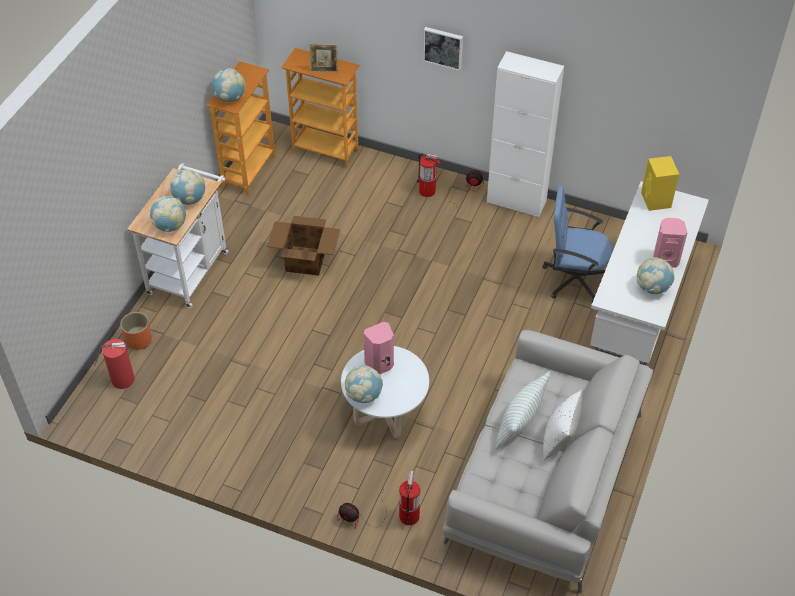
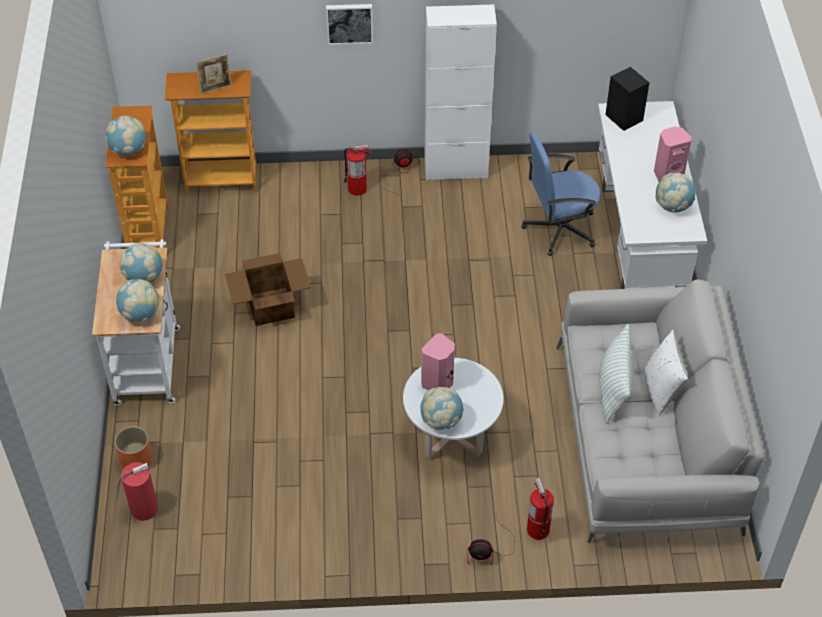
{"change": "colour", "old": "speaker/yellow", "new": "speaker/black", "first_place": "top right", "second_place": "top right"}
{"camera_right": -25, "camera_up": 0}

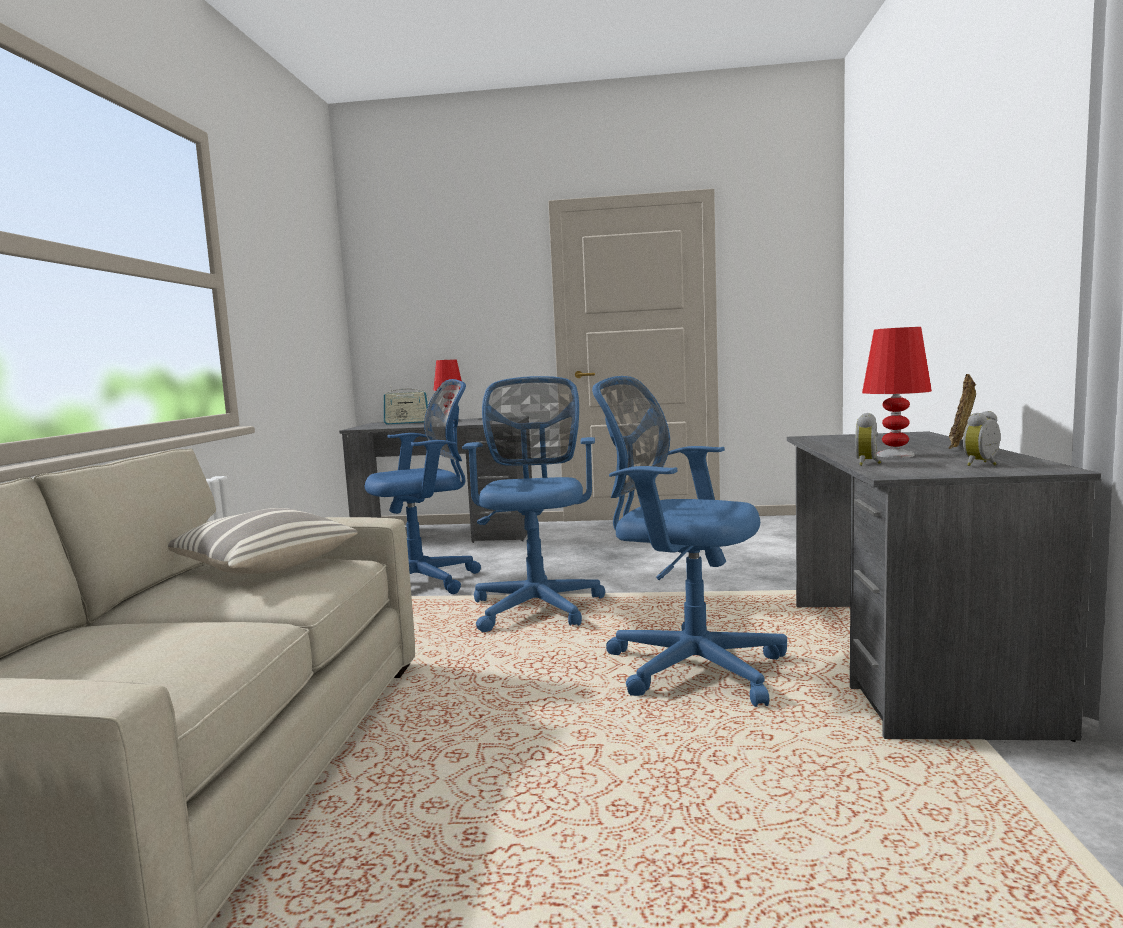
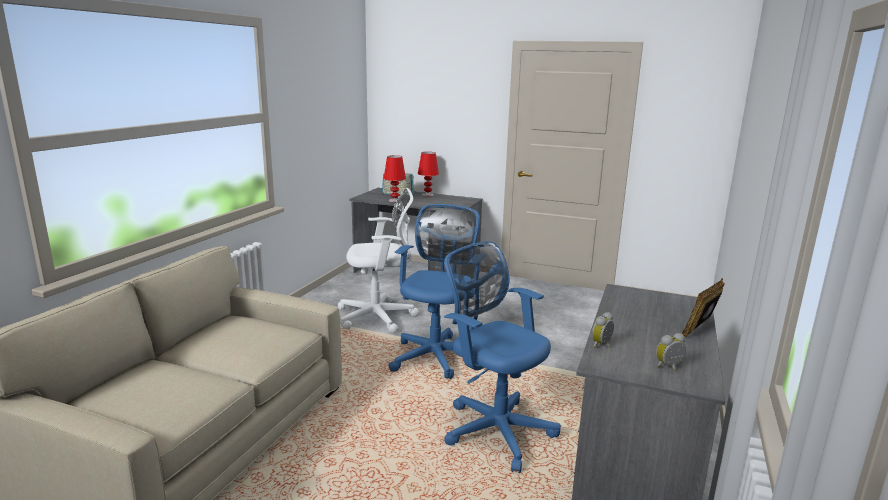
{"change": "relocated", "old": "table lamp/red (no. 2 from left in the first image)", "new": "table lamp/red (no. 1 from left)", "first_place": "middle right", "second_place": "centre"}
{"change": "colour", "old": "office chair/blue (no. 1 from left)", "new": "office chair/white", "first_place": "centre", "second_place": "centre"}
{"change": "missing", "old": "pillow", "first_place": "middle left"}
{"camera_right": 15, "camera_up": 10}

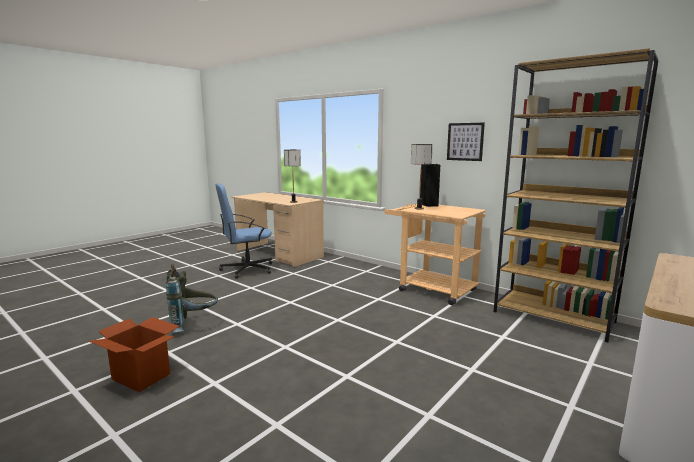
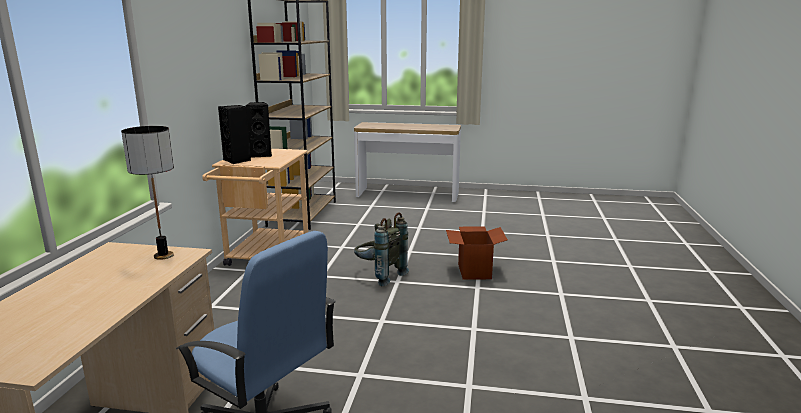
{"change": "missing", "old": "picture", "first_place": "top right"}
{"change": "missing", "old": "table lamp (no. 2 from left)", "first_place": "centre"}
{"change": "relocated", "old": "backpack/grey", "first_place": "middle left", "second_place": "centre"}
{"change": "relocated", "old": "cardboard box", "first_place": "bottom left", "second_place": "centre"}
{"change": "appeared", "new": "speaker/black (no. 2 from left)", "second_place": "top left"}
{"camera_right": -120, "camera_up": 5}

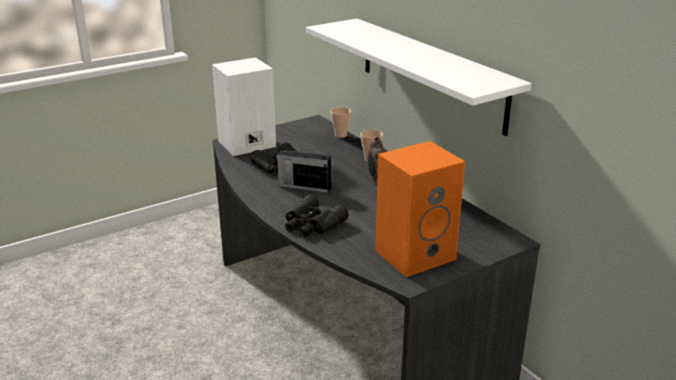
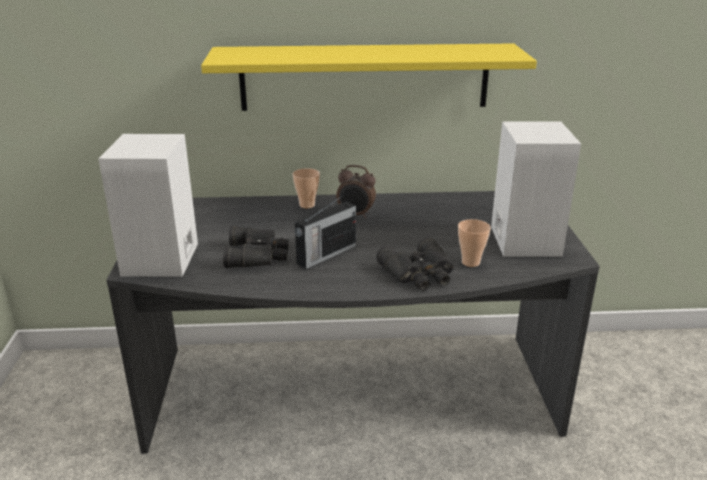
{"change": "colour", "old": "shelf/white", "new": "shelf/yellow", "first_place": "top centre", "second_place": "top centre"}
{"change": "relocated", "old": "cup (no. 1 from left in the first image)", "new": "cup (no. 2 from left)", "first_place": "top centre", "second_place": "middle right"}
{"change": "colour", "old": "speaker/orange", "new": "speaker/white (no. 2 from left)", "first_place": "centre", "second_place": "middle right"}
{"camera_right": -60, "camera_up": 0}

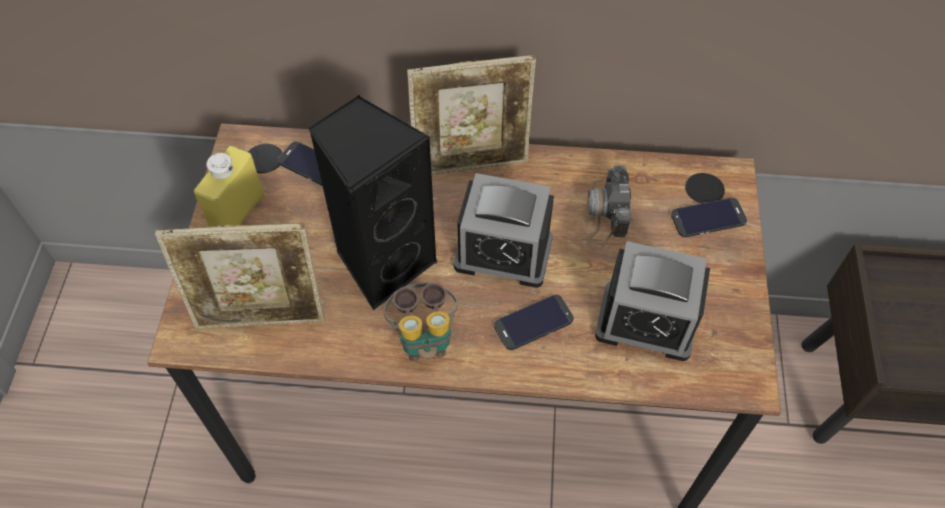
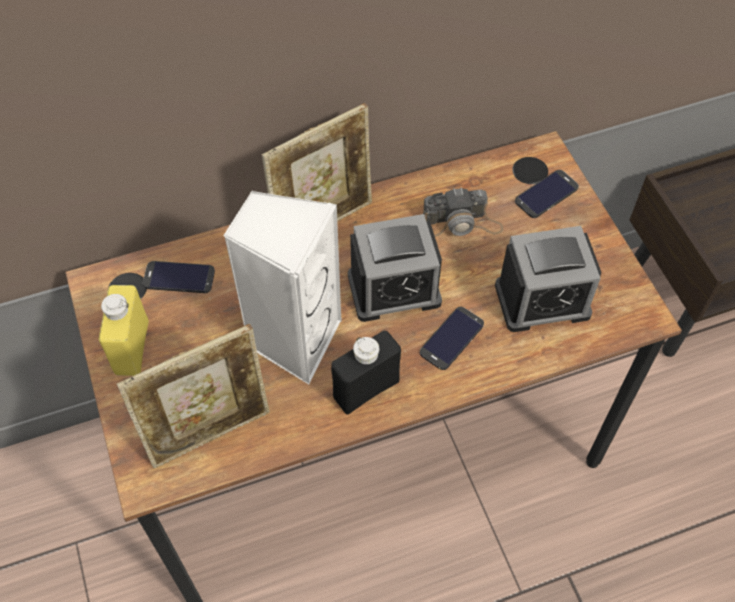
{"change": "colour", "old": "speaker/black", "new": "speaker/white", "first_place": "centre", "second_place": "centre"}
{"change": "spun", "old": "photo camera", "first_place": "centre", "second_place": "centre", "degrees": -75}
{"change": "exchanged", "old": "binoculars", "new": "bottle/black", "first_place": "centre", "second_place": "centre"}
{"camera_right": -25, "camera_up": 0}

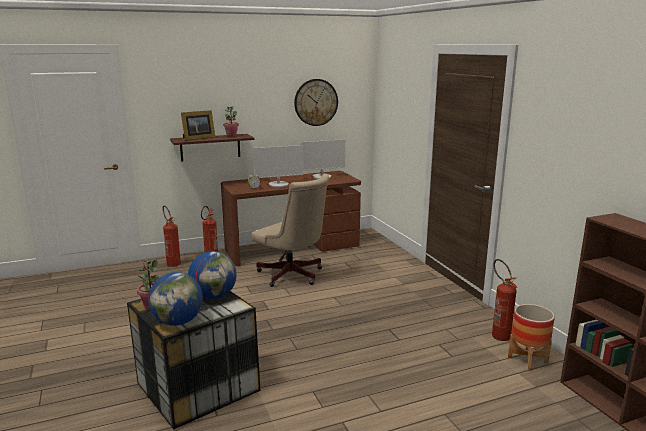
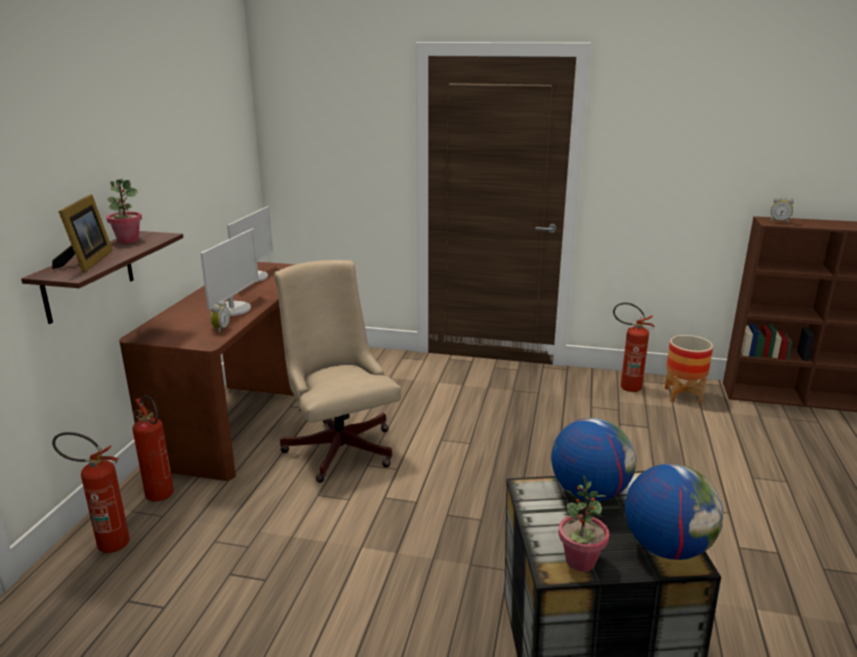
{"change": "missing", "old": "wall clock", "first_place": "top centre"}
{"change": "spun", "old": "office chair/beige", "first_place": "centre", "second_place": "centre", "degrees": -105}
{"change": "appeared", "new": "alarm clock (no. 2 from left)", "second_place": "top right"}
{"camera_right": -55, "camera_up": 5}

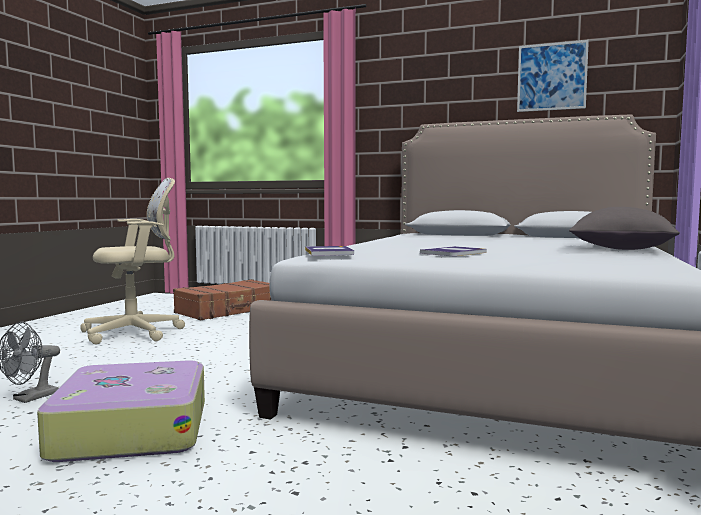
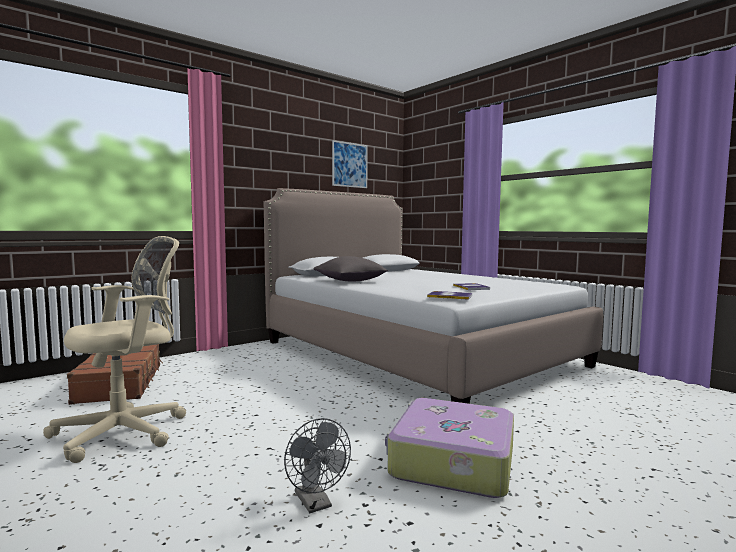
{"change": "spun", "old": "office chair/beige", "first_place": "middle left", "second_place": "middle left", "degrees": 45}
{"change": "relocated", "old": "pillow/grey", "first_place": "middle right", "second_place": "centre"}
{"camera_right": -60, "camera_up": 0}

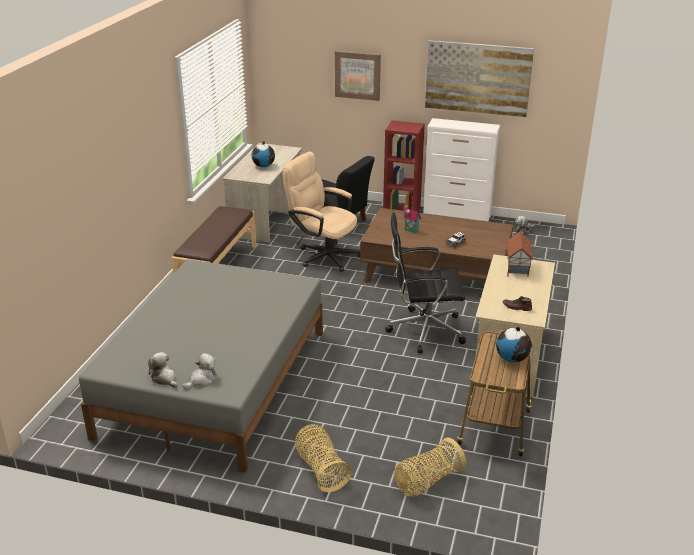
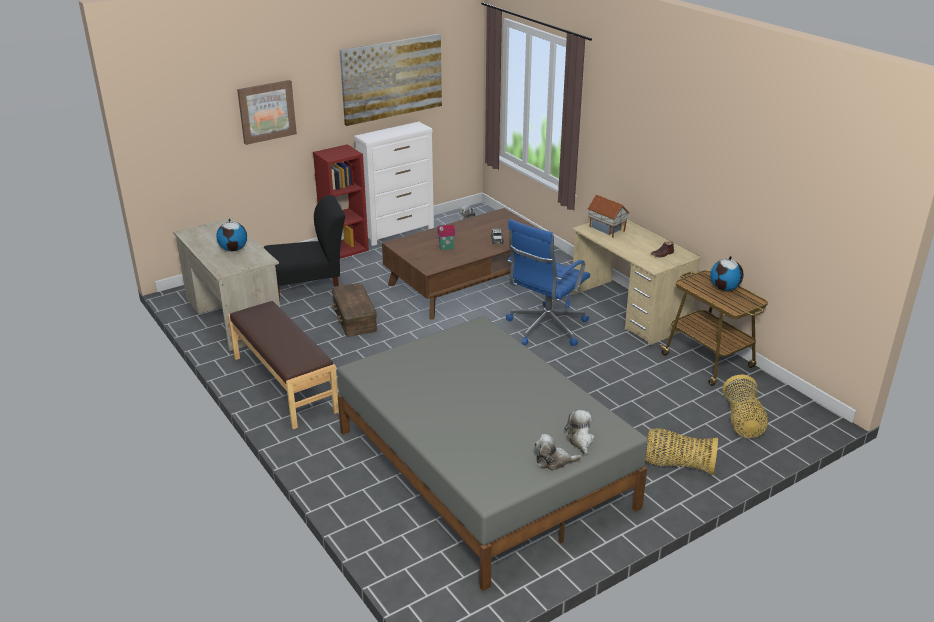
{"change": "exchanged", "old": "office chair/beige", "new": "storage box/brown", "first_place": "centre", "second_place": "centre"}
{"change": "colour", "old": "office chair/black", "new": "office chair/blue", "first_place": "centre", "second_place": "centre"}
{"camera_right": -50, "camera_up": 0}

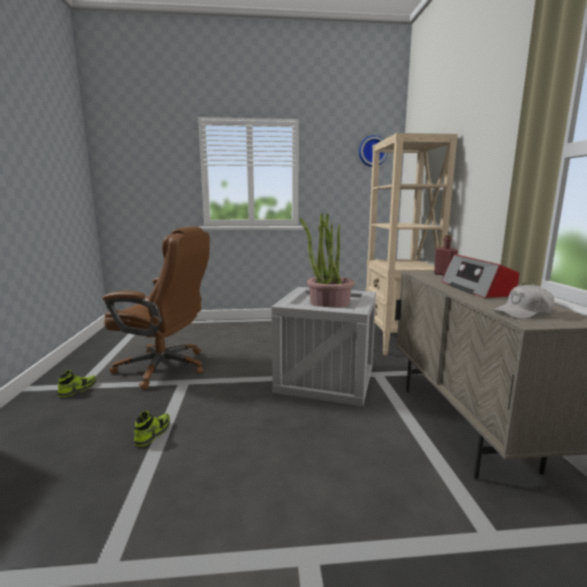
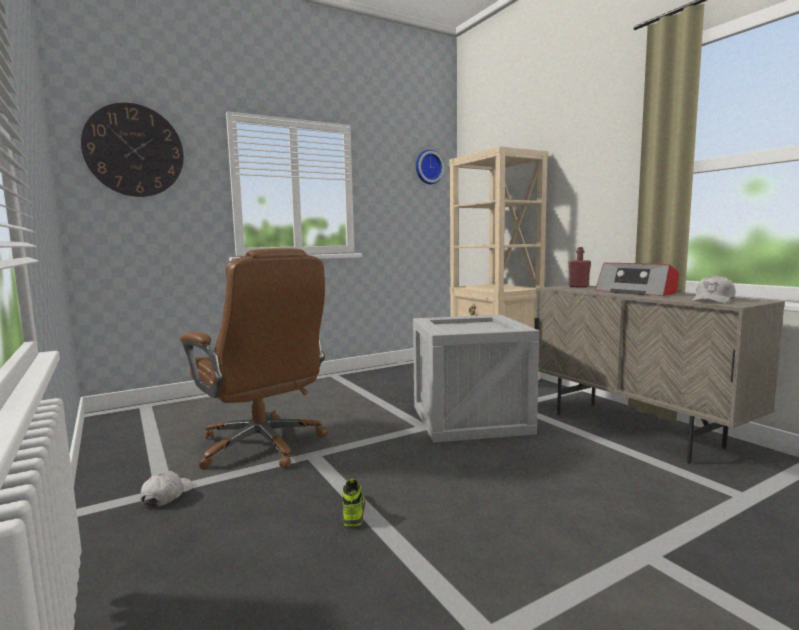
{"change": "missing", "old": "potted plant", "first_place": "centre"}
{"change": "spun", "old": "office chair/brown", "first_place": "middle left", "second_place": "middle left", "degrees": 60}
{"change": "exchanged", "old": "shoe (no. 1 from left)", "new": "cap/white (no. 1 from left)", "first_place": "middle left", "second_place": "bottom left"}
{"change": "appeared", "new": "wall clock (no. 1 from left)", "second_place": "top left"}
{"camera_right": -25, "camera_up": -5}

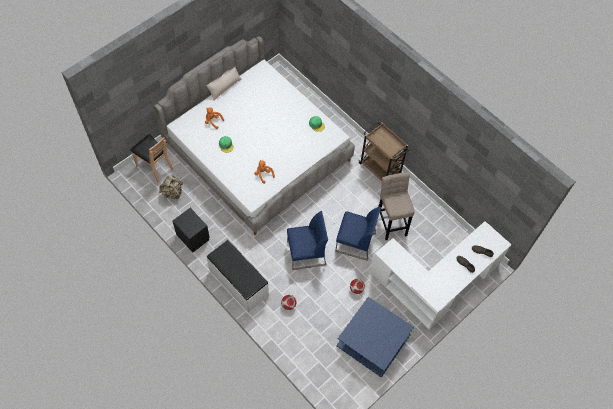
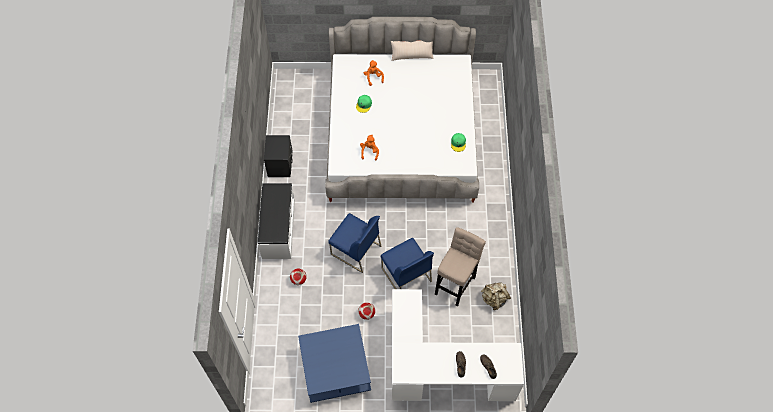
{"change": "missing", "old": "cart/brown", "first_place": "centre"}
{"change": "missing", "old": "chair/brown", "first_place": "middle left"}
{"change": "relocated", "old": "backpack/beige", "first_place": "middle left", "second_place": "bottom centre"}
{"camera_right": 45, "camera_up": 0}

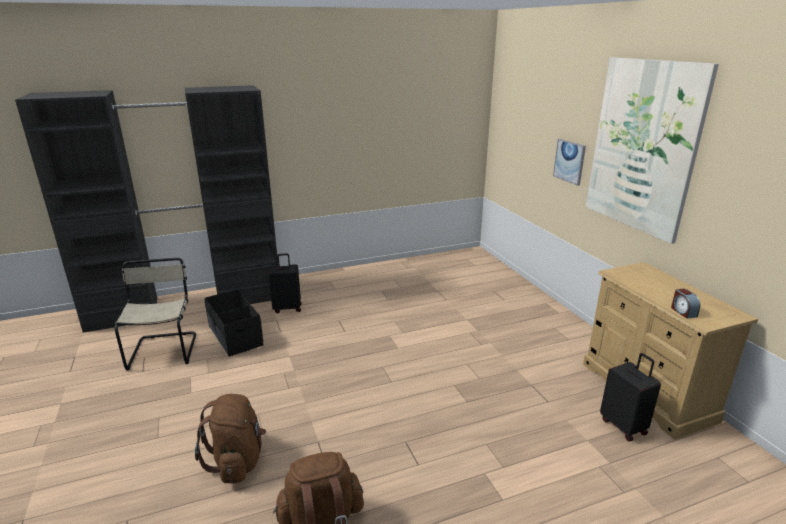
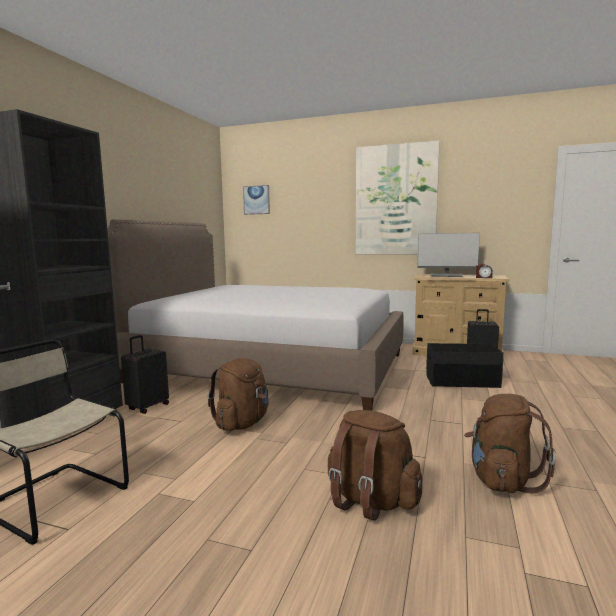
{"change": "relocated", "old": "picture (no. 1 from left)", "first_place": "top right", "second_place": "top centre"}
{"change": "relocated", "old": "storage box/black", "first_place": "middle left", "second_place": "middle right"}
{"change": "appeared", "new": "bed", "second_place": "centre"}
{"change": "appeared", "new": "monitor", "second_place": "middle right"}
{"change": "appeared", "new": "backpack/brown (no. 1 from left)", "second_place": "centre"}
{"camera_right": -50, "camera_up": -15}

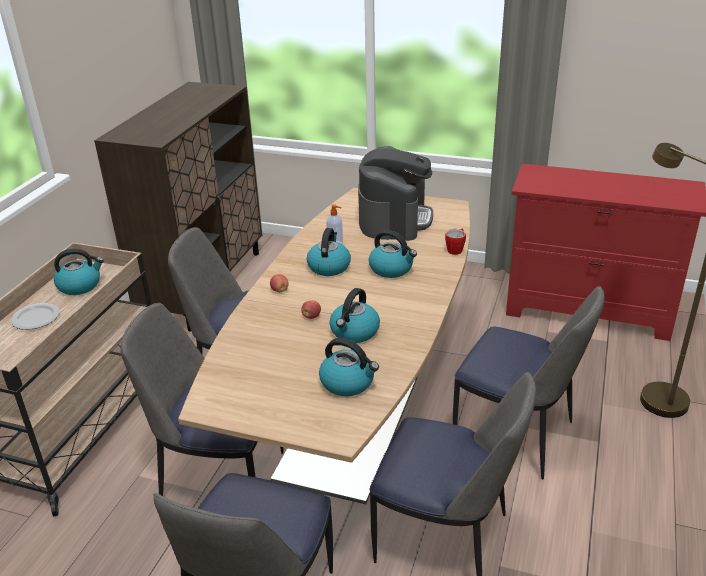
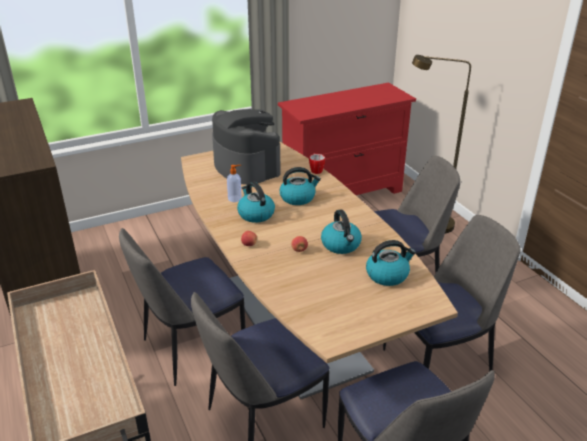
{"change": "missing", "old": "kettle (no. 1 from left)", "first_place": "middle left"}
{"change": "missing", "old": "plate", "first_place": "middle left"}
{"camera_right": -45, "camera_up": 0}

